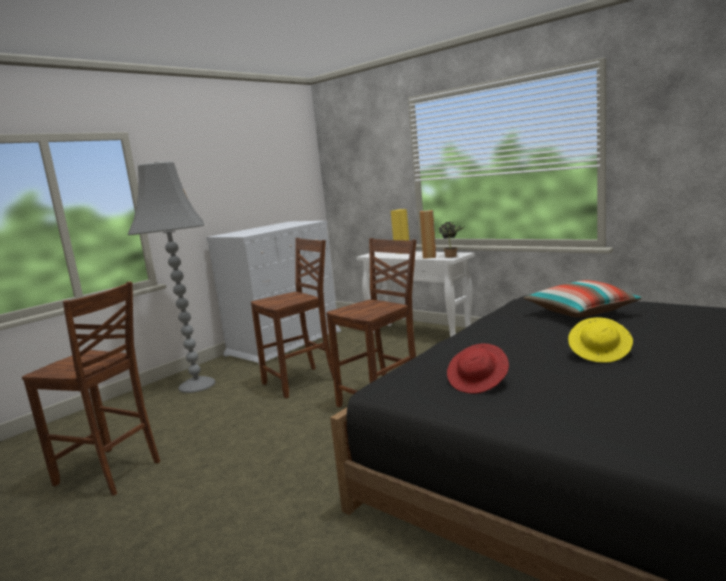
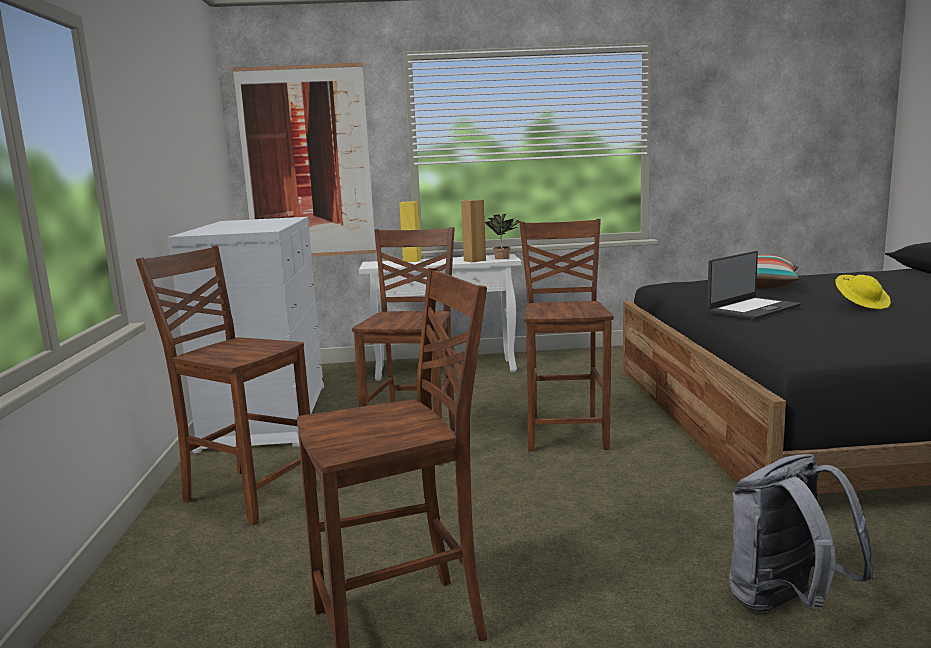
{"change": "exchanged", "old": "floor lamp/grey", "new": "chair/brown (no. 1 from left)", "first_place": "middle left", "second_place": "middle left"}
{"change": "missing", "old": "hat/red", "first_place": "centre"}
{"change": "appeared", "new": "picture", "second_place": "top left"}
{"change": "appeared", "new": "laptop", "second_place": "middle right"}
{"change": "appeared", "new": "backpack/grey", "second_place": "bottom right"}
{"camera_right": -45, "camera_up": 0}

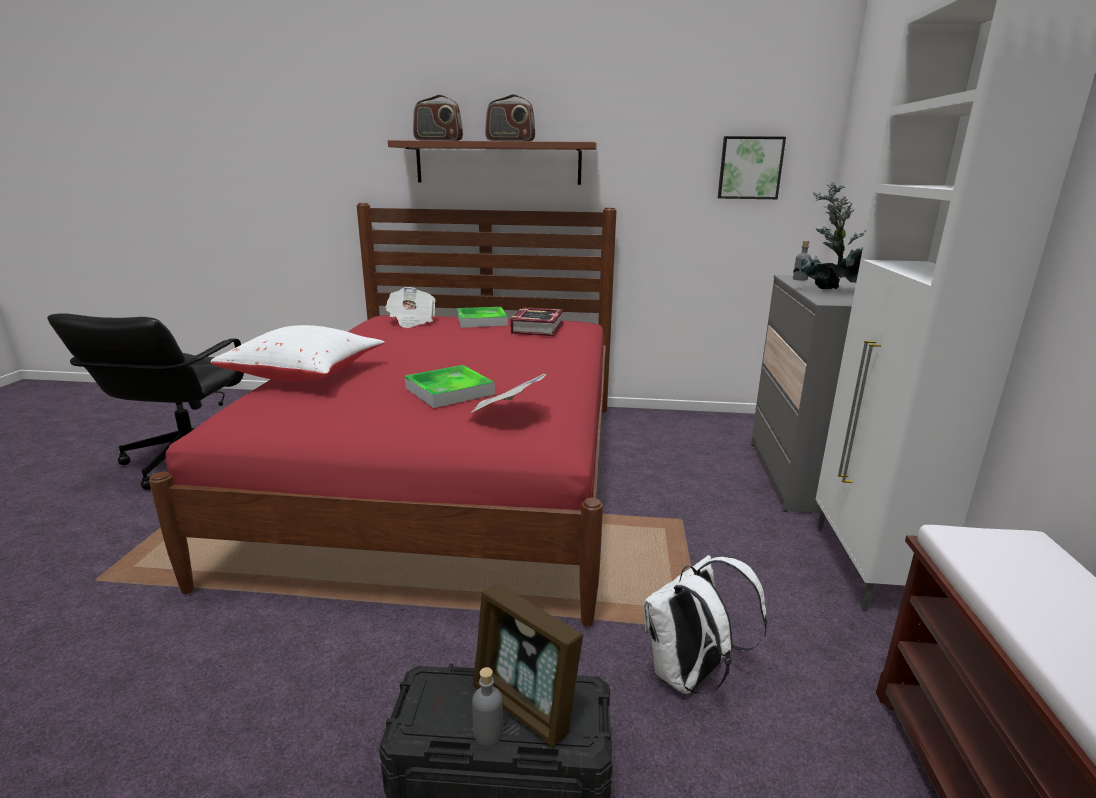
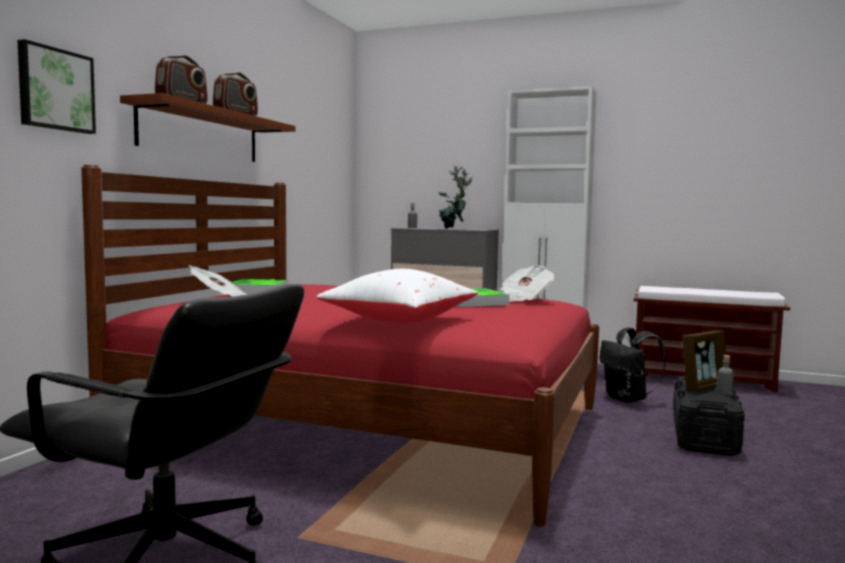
{"change": "relocated", "old": "picture", "first_place": "top right", "second_place": "top left"}
{"change": "missing", "old": "book", "first_place": "centre"}
{"change": "colour", "old": "backpack/white", "new": "backpack/black", "first_place": "bottom centre", "second_place": "middle right"}
{"camera_right": -75, "camera_up": -15}

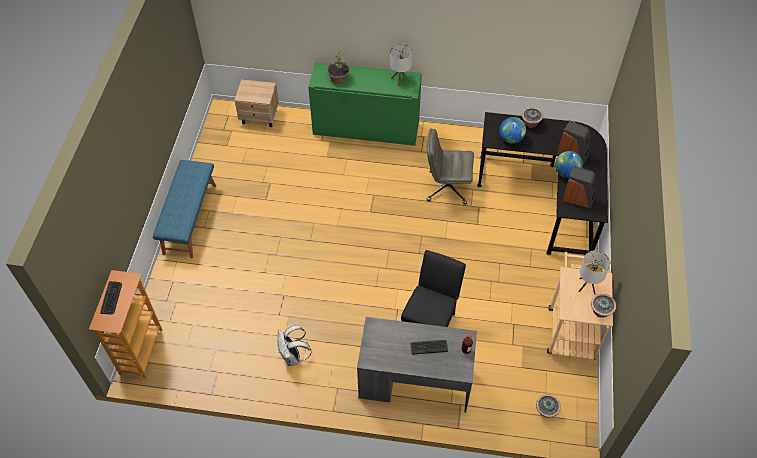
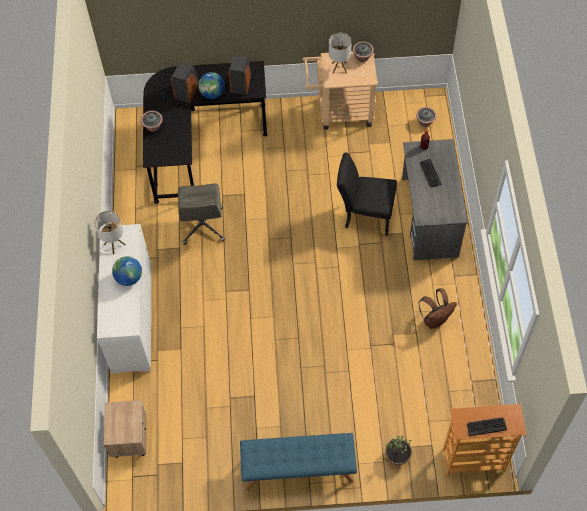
{"change": "relocated", "old": "potted plant (no. 1 from left in the first image)", "new": "potted plant (no. 3 from left)", "first_place": "top centre", "second_place": "bottom right"}
{"change": "colour", "old": "cabinet/green", "new": "cabinet/white", "first_place": "top centre", "second_place": "middle left"}
{"change": "relocated", "old": "globe (no. 1 from left)", "first_place": "top right", "second_place": "middle left"}
{"change": "colour", "old": "backpack/white", "new": "backpack/brown", "first_place": "bottom centre", "second_place": "middle right"}
{"camera_right": -100, "camera_up": 5}

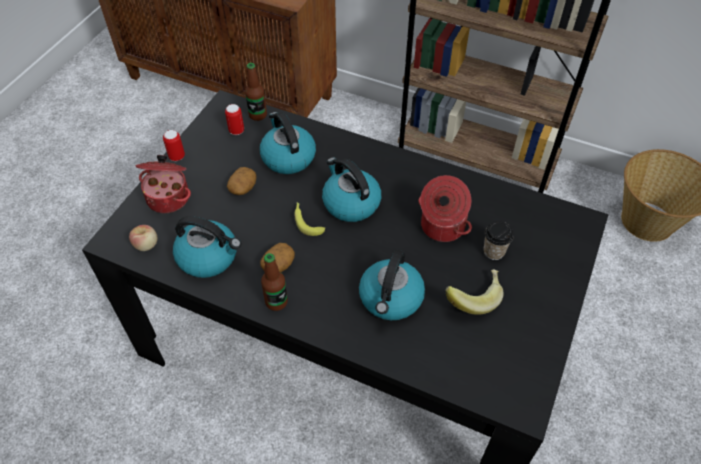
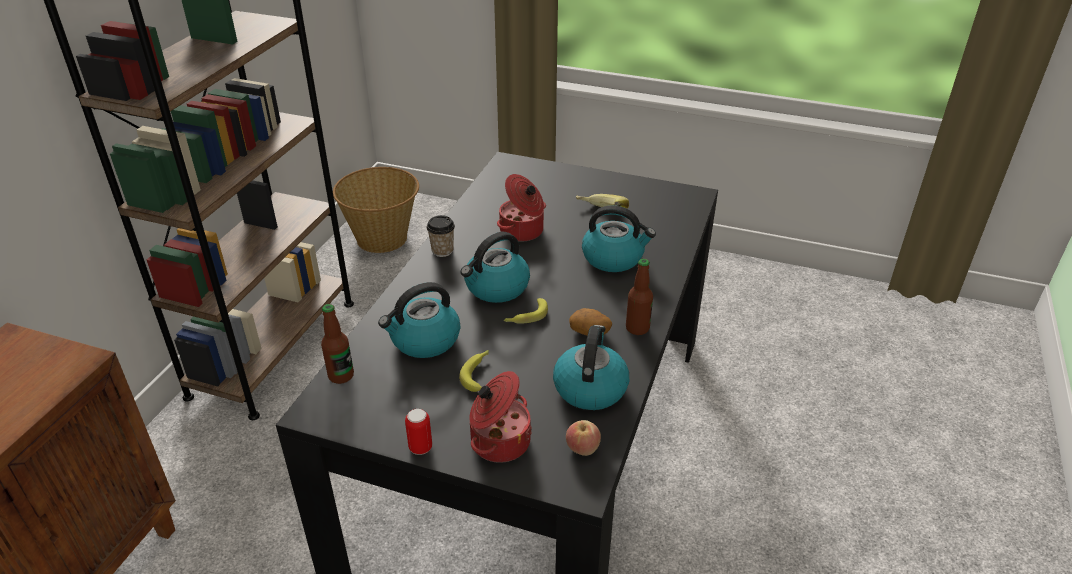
{"change": "missing", "old": "can (no. 2 from left)", "first_place": "top centre"}
{"change": "exchanged", "old": "potato (no. 1 from left)", "new": "banana (no. 1 from left)", "first_place": "centre", "second_place": "centre"}
{"change": "relocated", "old": "cup", "first_place": "middle right", "second_place": "centre"}
{"camera_right": -95, "camera_up": -15}

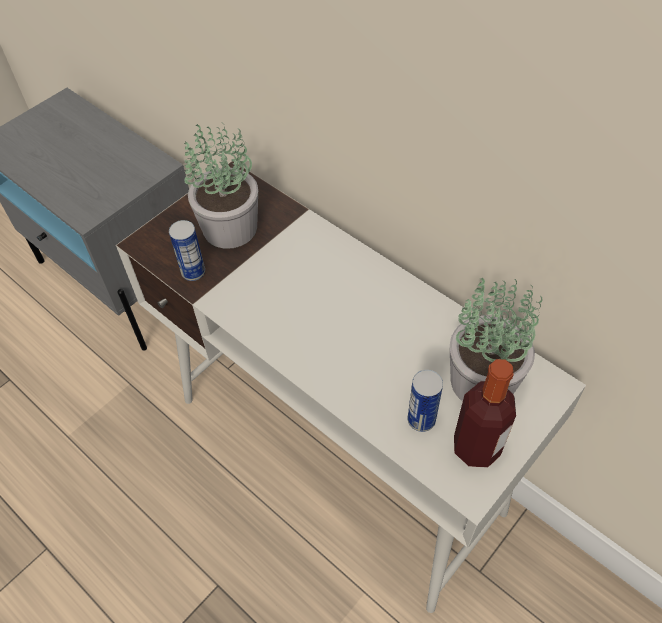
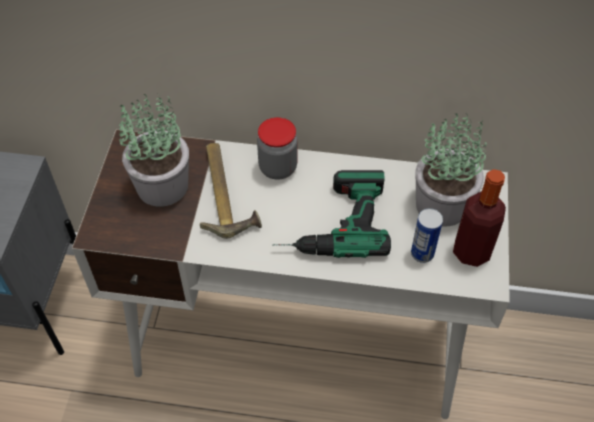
{"change": "missing", "old": "can (no. 1 from left)", "first_place": "middle left"}
{"change": "appeared", "new": "jar", "second_place": "centre"}
{"change": "appeared", "new": "hammer", "second_place": "centre"}
{"change": "appeared", "new": "power drill", "second_place": "centre"}
{"camera_right": -35, "camera_up": 0}

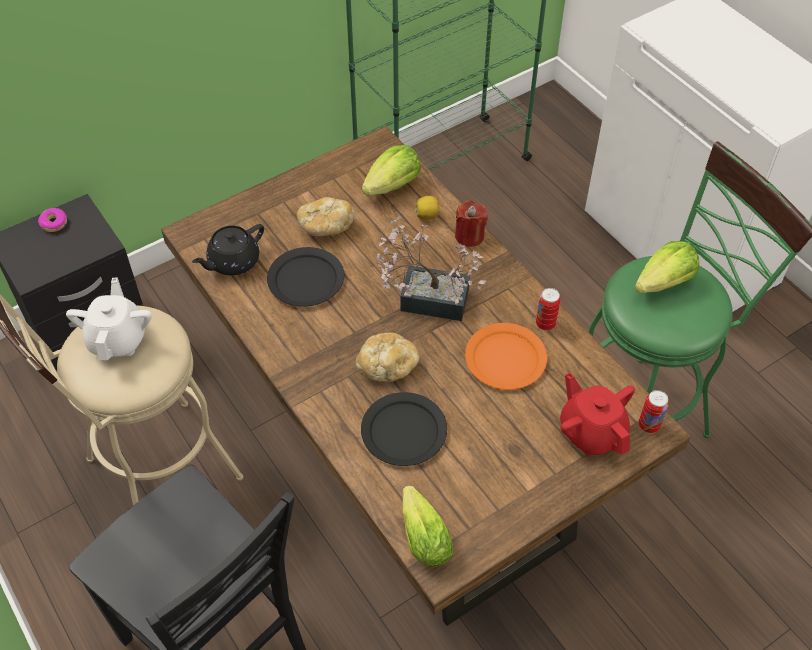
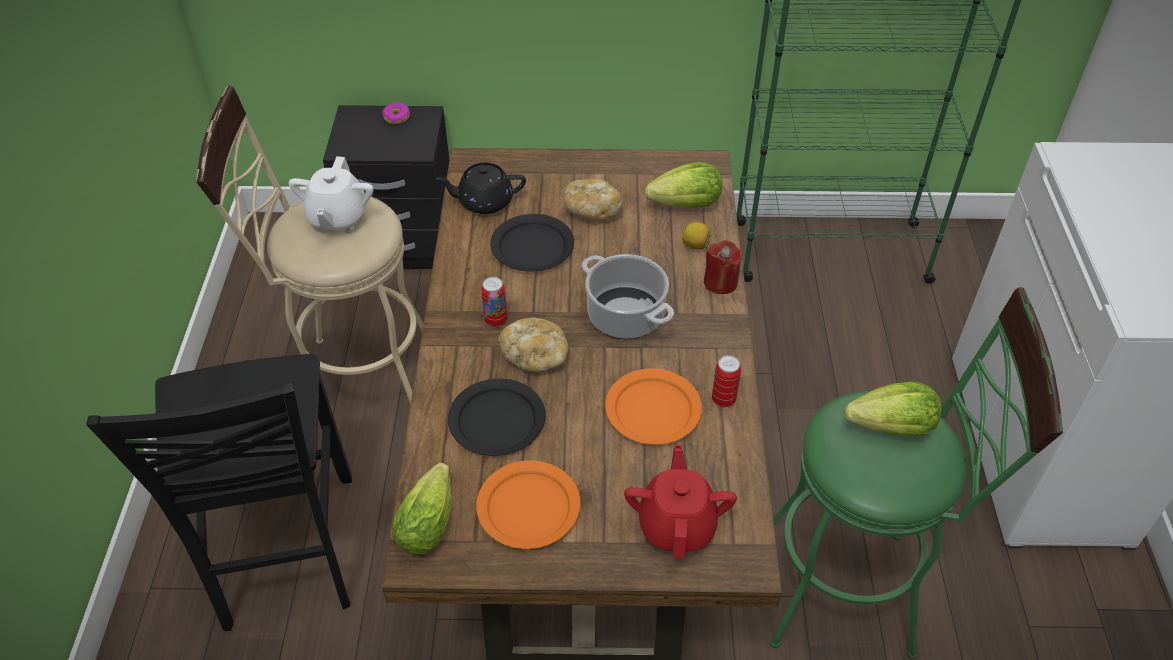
{"change": "exchanged", "old": "potted plant", "new": "cooking pot", "first_place": "centre", "second_place": "centre"}
{"change": "spun", "old": "teapot/white", "first_place": "middle left", "second_place": "top left", "degrees": 150}
{"change": "relocated", "old": "can (no. 2 from left in the first image)", "new": "can (no. 1 from left)", "first_place": "middle right", "second_place": "centre"}
{"change": "appeared", "new": "plate/orange (no. 1 from left)", "second_place": "bottom centre"}
{"camera_right": 35, "camera_up": -5}

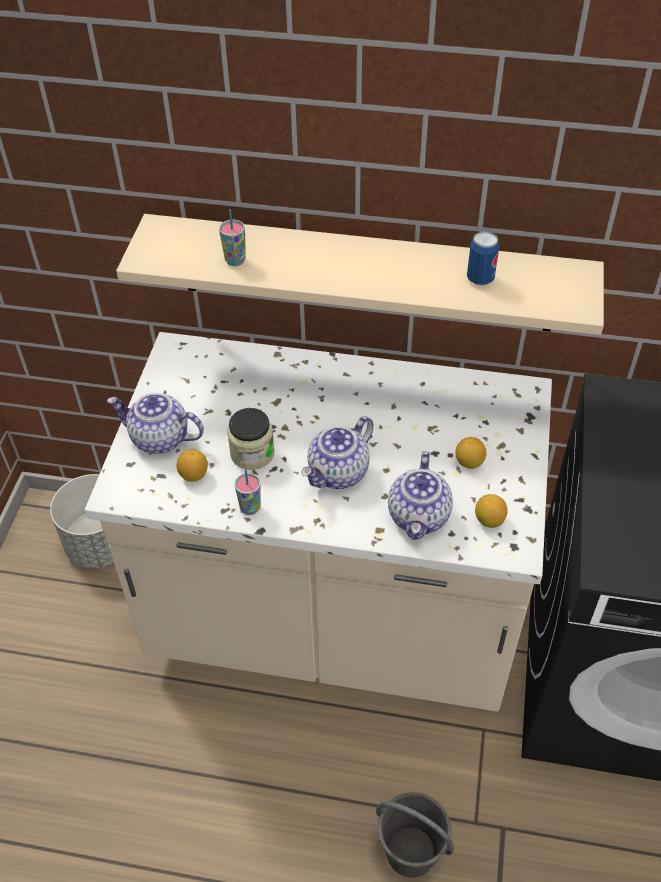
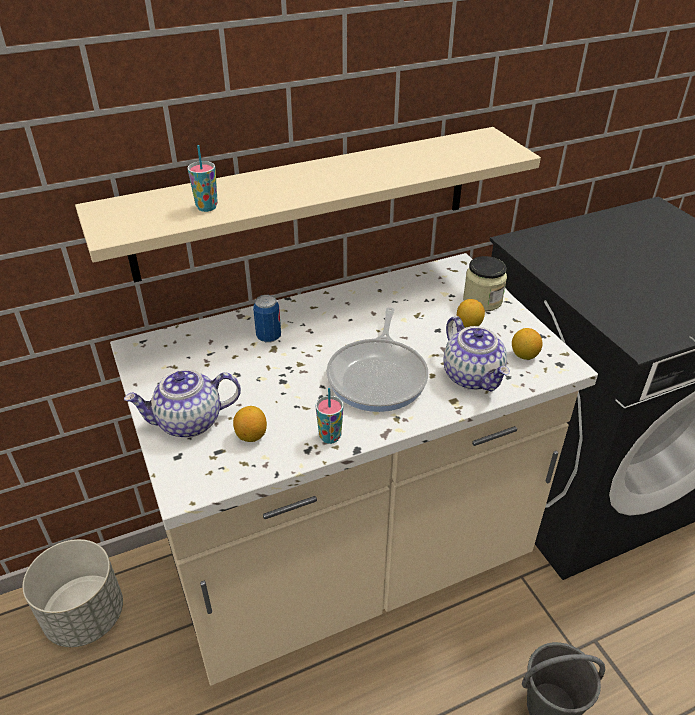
{"change": "relocated", "old": "can", "first_place": "top right", "second_place": "centre"}
{"change": "relocated", "old": "jar", "first_place": "centre", "second_place": "middle right"}
{"change": "exchanged", "old": "teapot (no. 2 from left)", "new": "frying pan", "first_place": "centre", "second_place": "centre"}
{"camera_right": -35, "camera_up": -10}

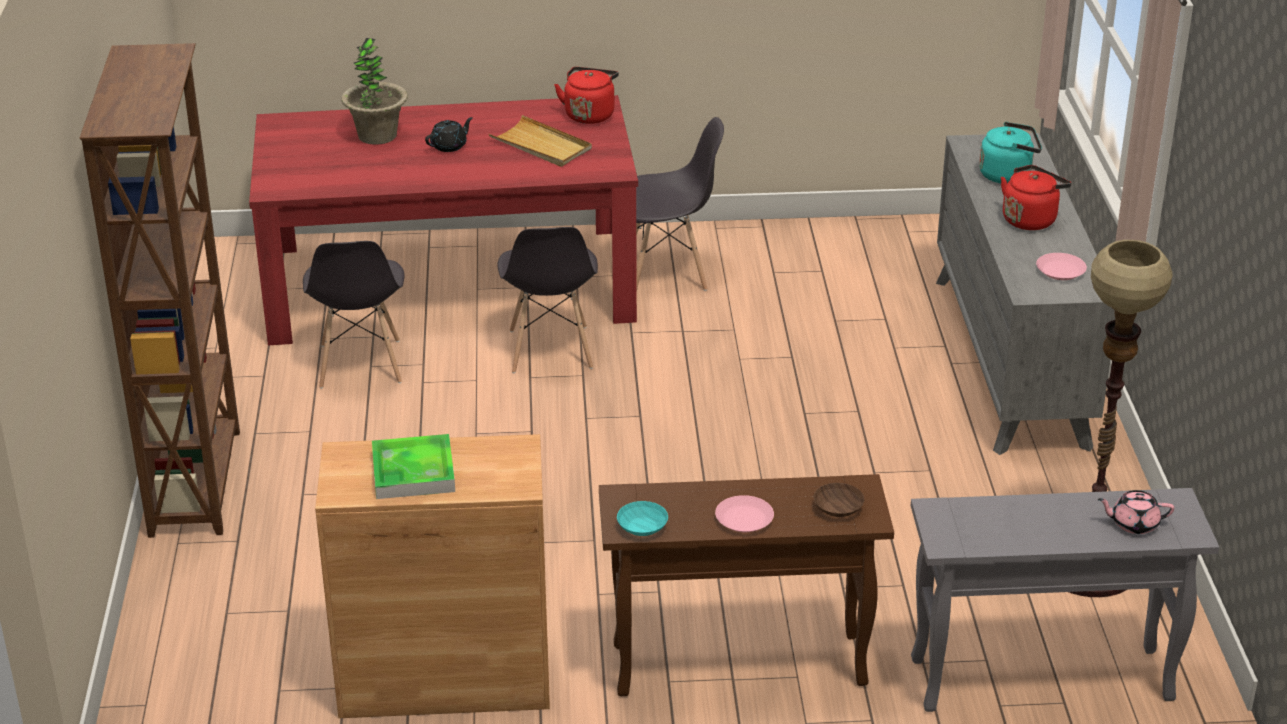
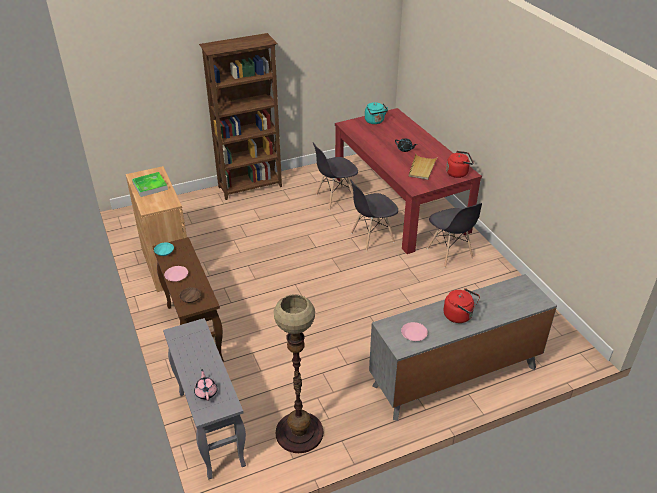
{"change": "missing", "old": "potted plant", "first_place": "top left"}
{"change": "relocated", "old": "kettle/turquoise", "first_place": "top right", "second_place": "top centre"}
{"camera_right": 70, "camera_up": 5}

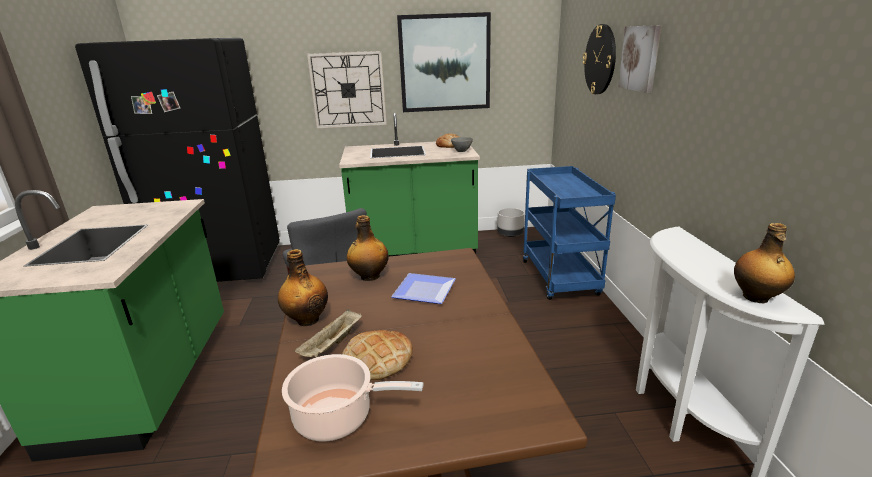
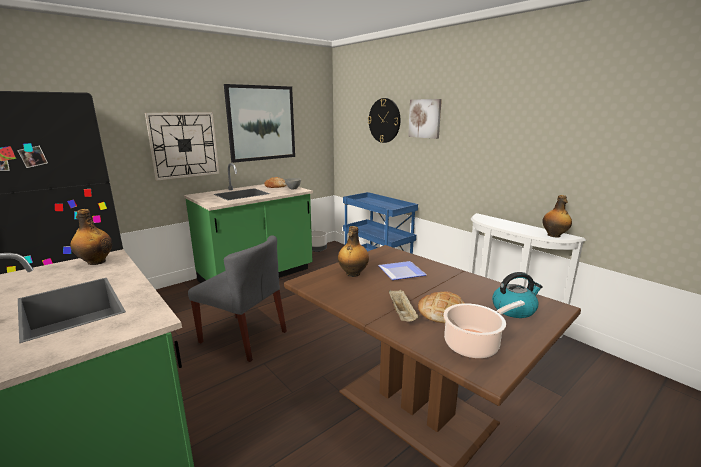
{"change": "relocated", "old": "bottle (no. 1 from left)", "first_place": "centre", "second_place": "middle left"}
{"change": "appeared", "new": "kettle", "second_place": "middle right"}
{"camera_right": -35, "camera_up": -5}

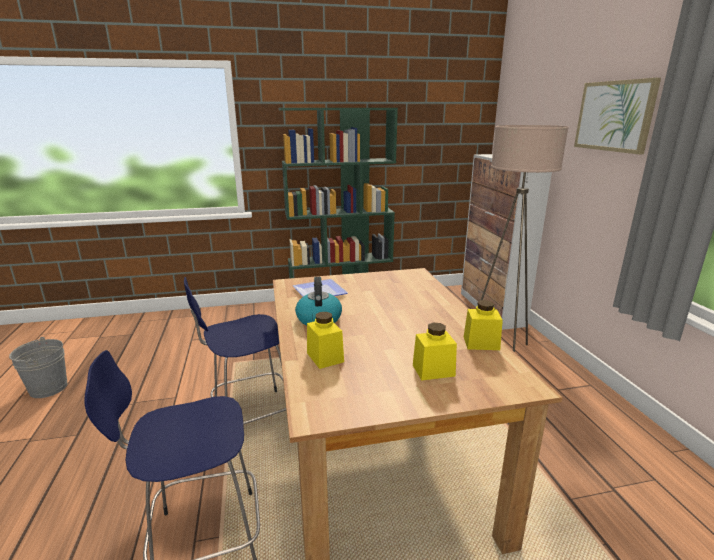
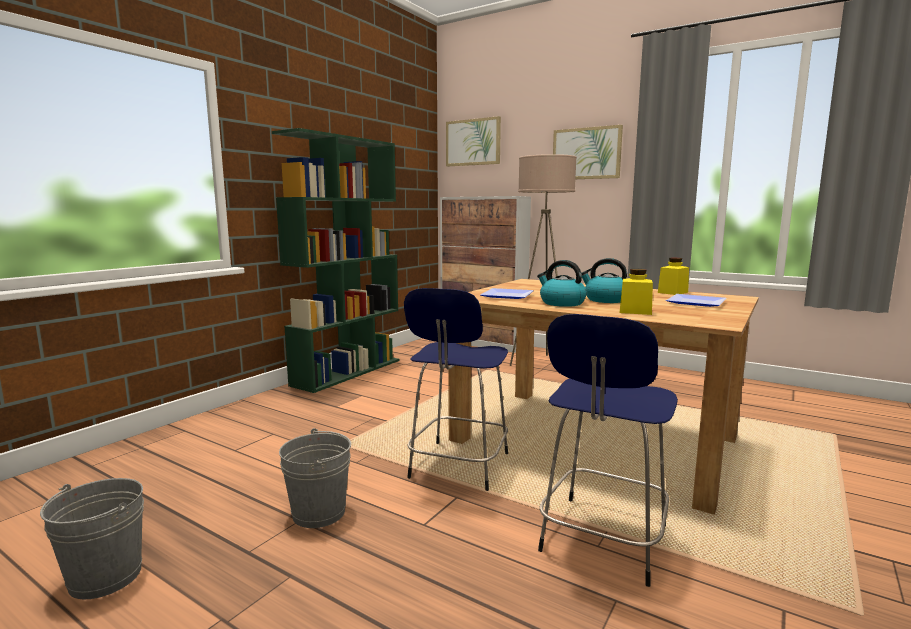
{"change": "exchanged", "old": "jar/yellow (no. 2 from left)", "new": "plate (no. 2 from left)", "first_place": "centre", "second_place": "middle right"}
{"change": "appeared", "new": "picture (no. 1 from left)", "second_place": "top centre"}
{"change": "appeared", "new": "kettle (no. 2 from left)", "second_place": "centre"}
{"change": "appeared", "new": "bucket/grey (no. 2 from left)", "second_place": "bottom centre"}
{"camera_right": -45, "camera_up": -10}

